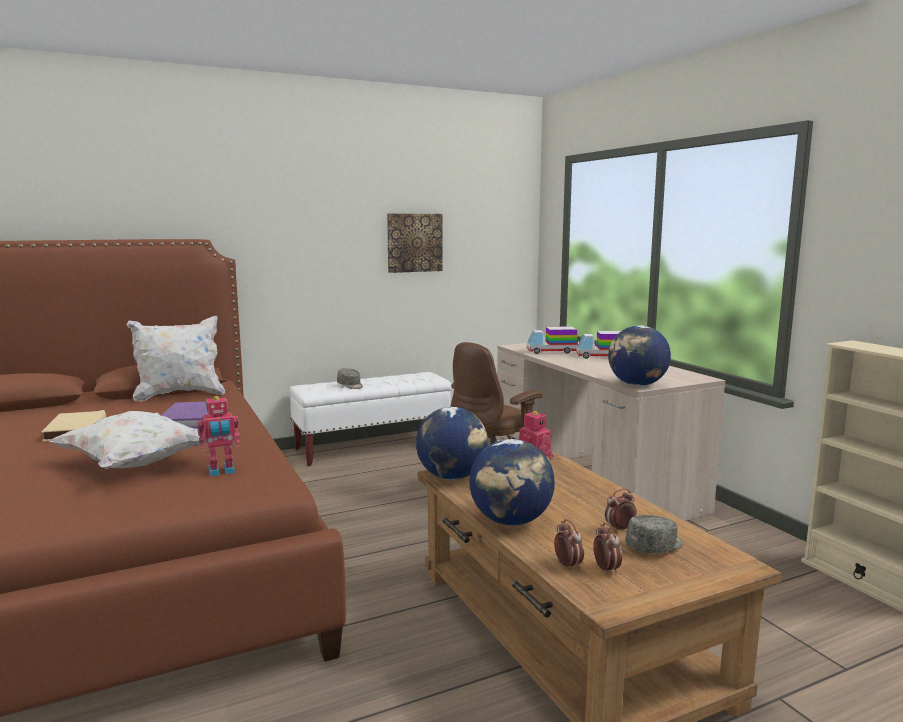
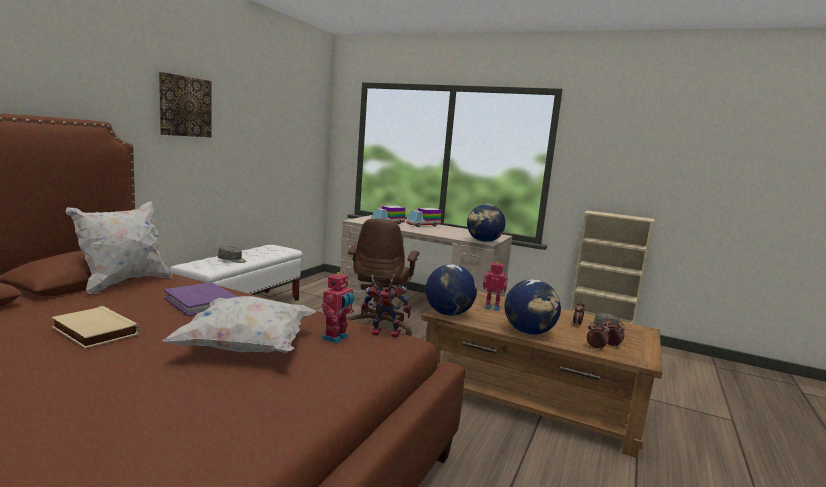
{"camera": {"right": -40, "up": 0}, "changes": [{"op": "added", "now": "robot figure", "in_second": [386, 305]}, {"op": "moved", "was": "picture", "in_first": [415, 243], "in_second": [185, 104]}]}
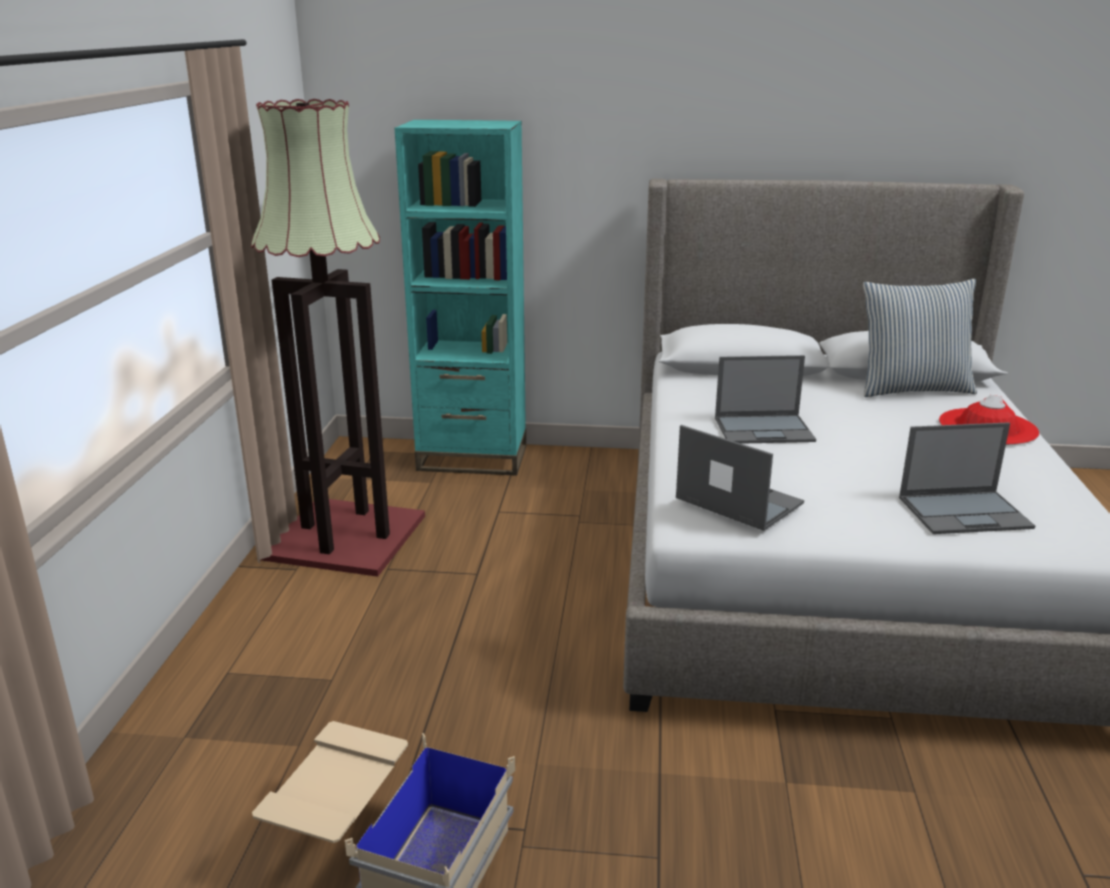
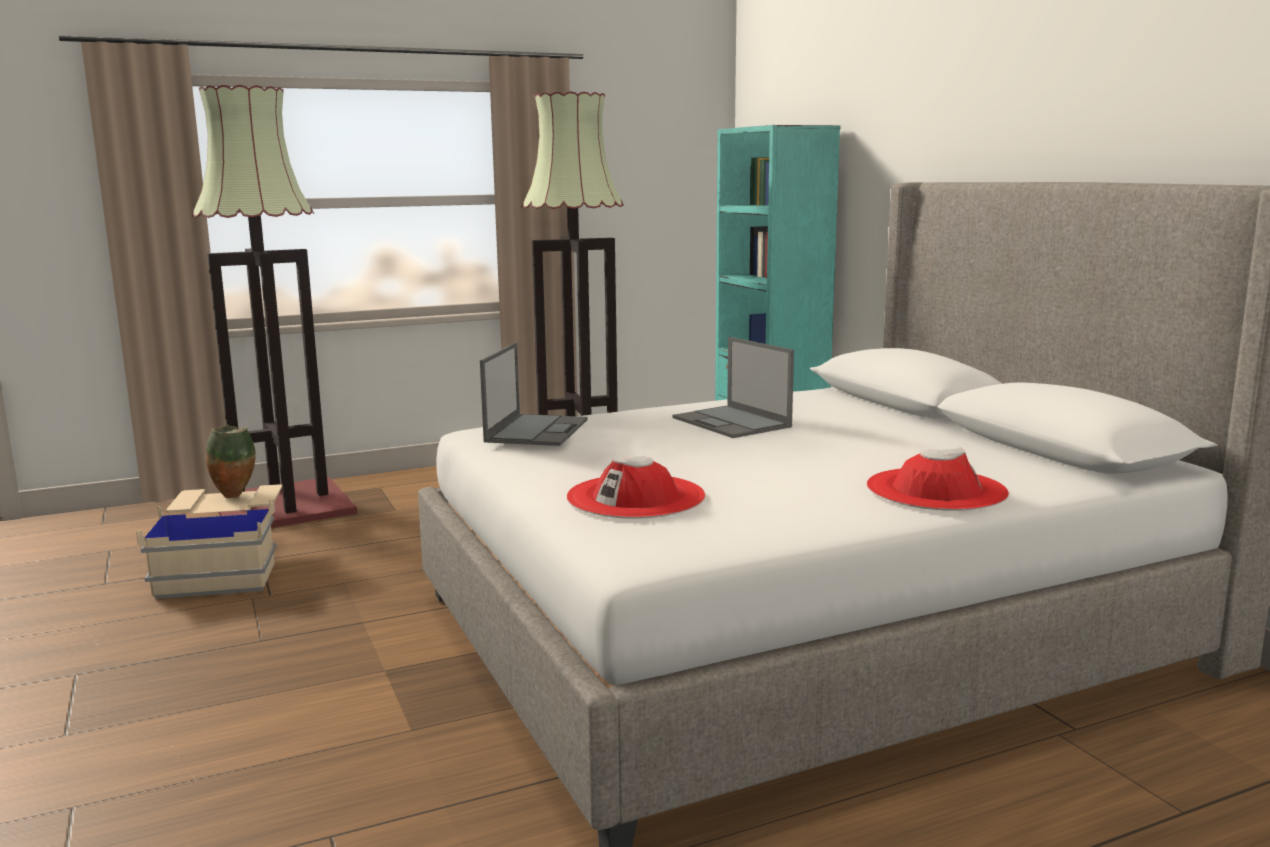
{"camera": {"right": 60, "up": -10}, "changes": [{"op": "removed", "was": "throw pillow", "in_first": [920, 338]}, {"op": "added", "now": "standing lamp", "in_second": [274, 306]}, {"op": "added", "now": "flower vase", "in_second": [230, 461]}, {"op": "replaced", "was": "notebook computer", "now": "clothing hat (reddish)", "in_first": [967, 478], "in_second": [636, 487]}]}
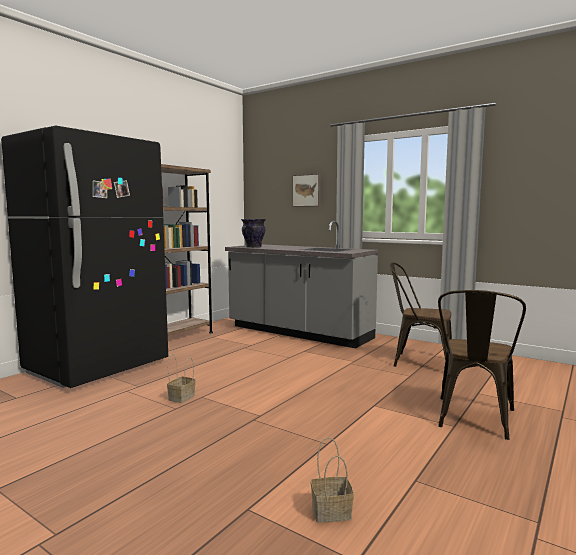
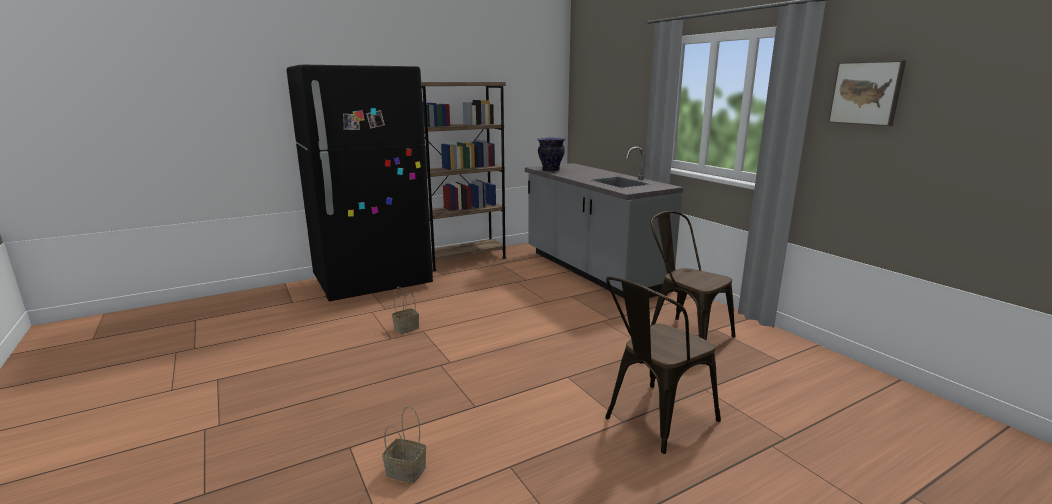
{"camera": {"right": 25, "up": 10}, "changes": [{"op": "moved", "was": "picture", "in_first": [306, 190], "in_second": [867, 93]}]}
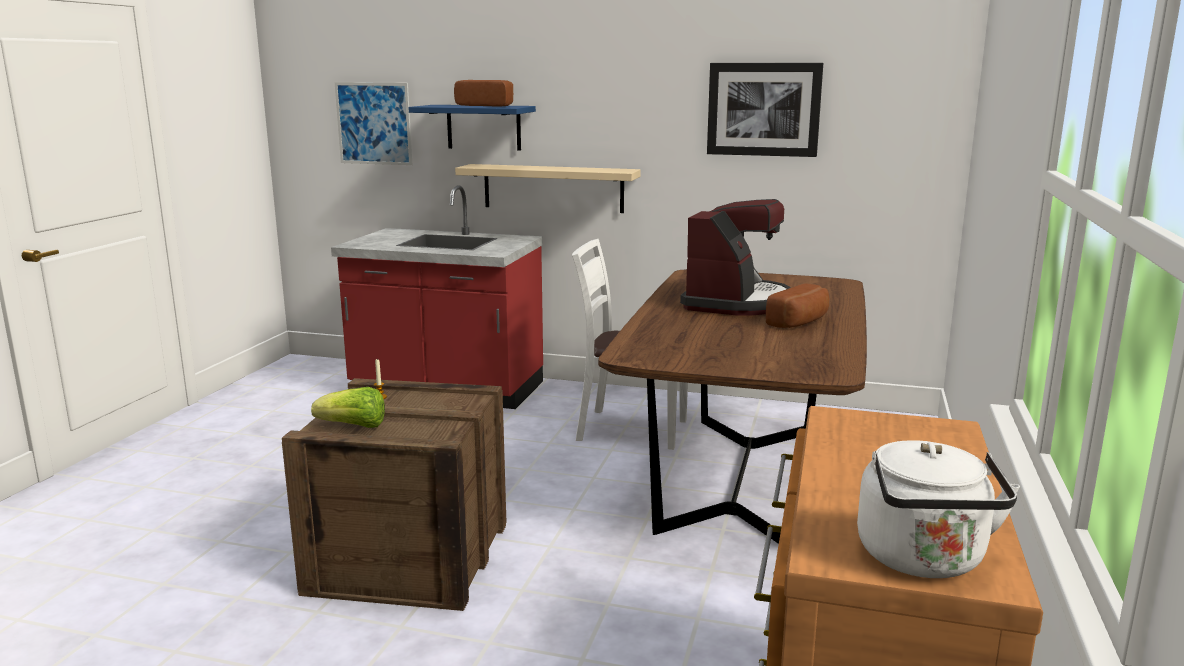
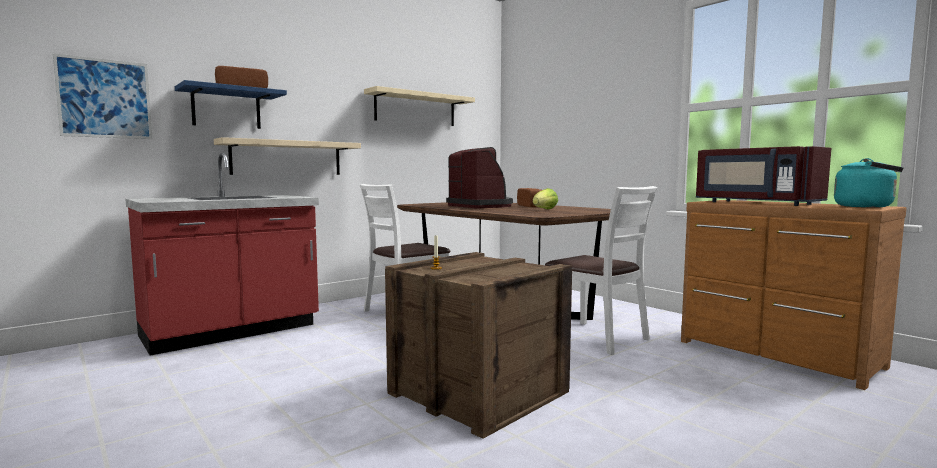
{"camera": {"right": -55, "up": -10}, "changes": [{"op": "added", "now": "plain chair (whitish)", "in_second": [601, 270]}, {"op": "added", "now": "microwave oven (reddish)", "in_second": [763, 176]}, {"op": "moved", "was": "head of lettuce", "in_first": [348, 407], "in_second": [545, 198]}, {"op": "replaced", "was": "picture", "now": "shelf (beige-coloured)", "in_first": [765, 110], "in_second": [419, 106]}, {"op": "recoloured", "was": "water kettle (whitish)", "now": "water kettle (turquoise)", "in_first": [938, 509], "in_second": [868, 183]}]}
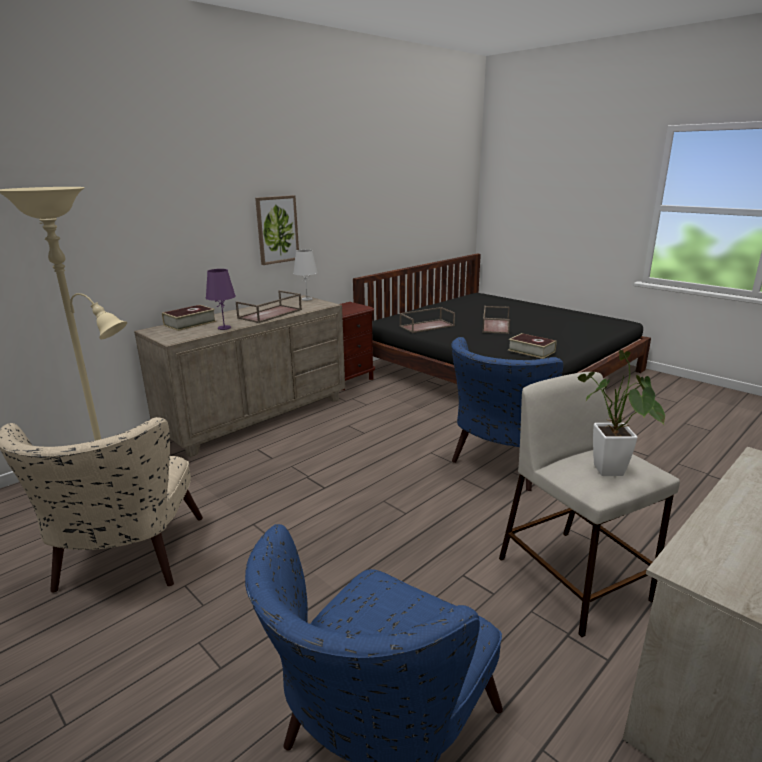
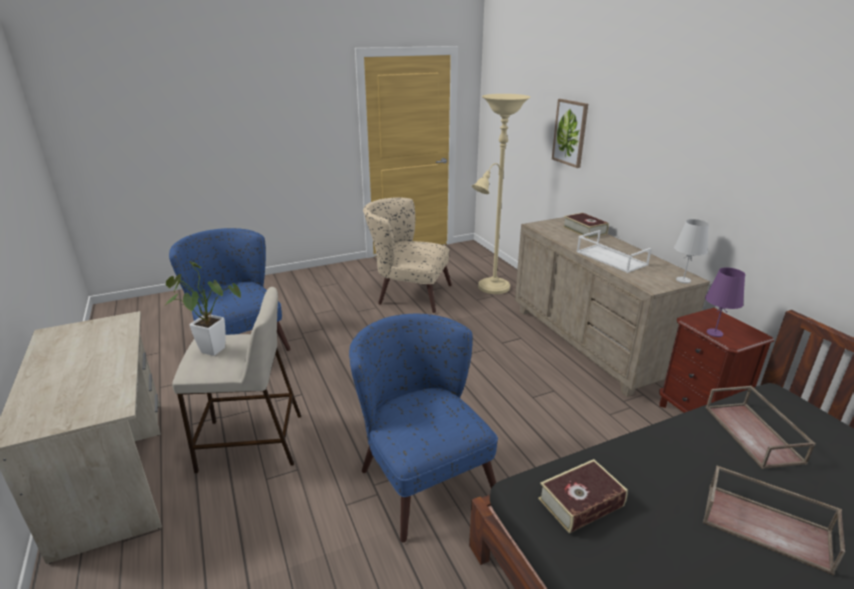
{"camera": {"right": 110, "up": 5}, "changes": [{"op": "moved", "was": "tabletop lamp (purple-coloured)", "in_first": [221, 299], "in_second": [725, 302]}, {"op": "moved", "was": "picture", "in_first": [277, 230], "in_second": [570, 133]}, {"op": "recoloured", "was": "serving tray (brownish)", "now": "serving tray (whitish)", "in_first": [269, 306], "in_second": [614, 251]}]}
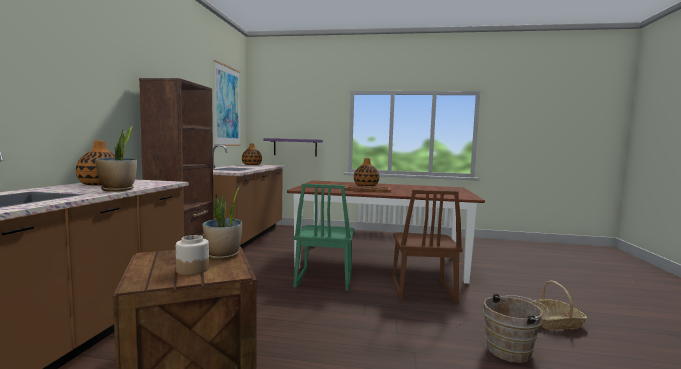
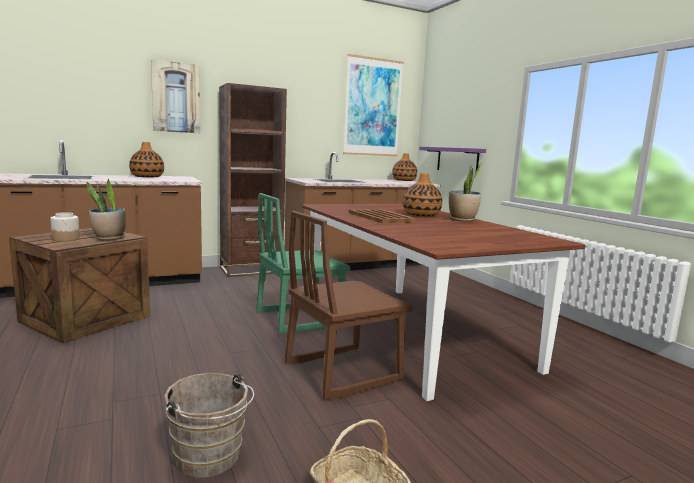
{"camera": {"right": 55, "up": 5}, "changes": [{"op": "added", "now": "picture", "in_second": [175, 96]}, {"op": "moved", "was": "houseplant", "in_first": [116, 159], "in_second": [466, 192]}]}
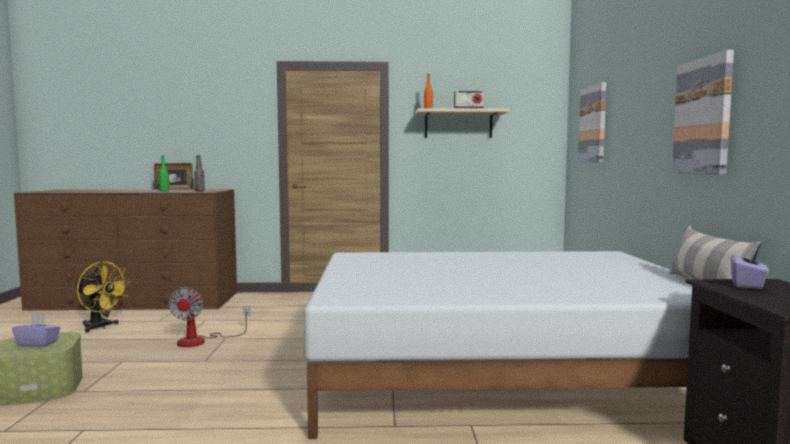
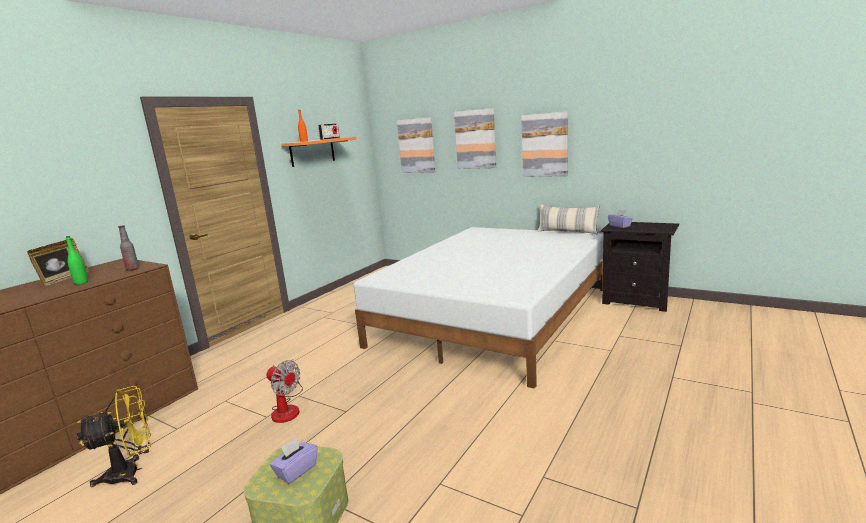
{"camera": {"right": -55, "up": 10}, "changes": [{"op": "added", "now": "picture", "in_second": [475, 138]}, {"op": "recoloured", "was": "shelf (beige-coloured)", "now": "shelf (orangey)", "in_first": [462, 123], "in_second": [319, 152]}]}
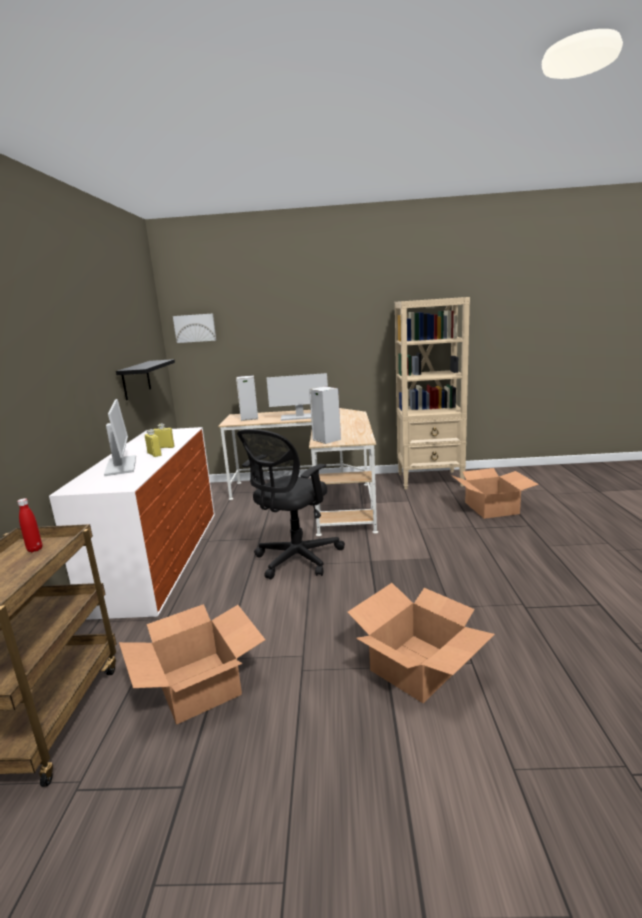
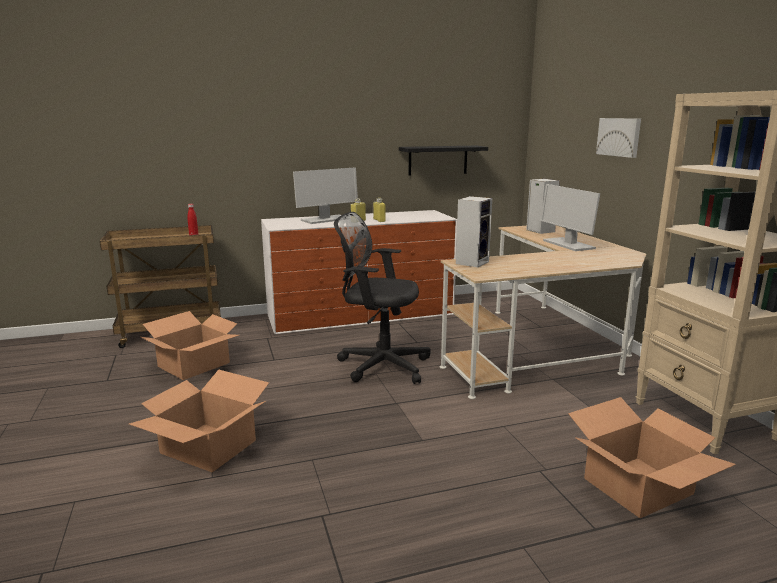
{"camera": {"right": 70, "up": 0}, "changes": [{"op": "moved", "was": "picture", "in_first": [194, 328], "in_second": [618, 138]}]}
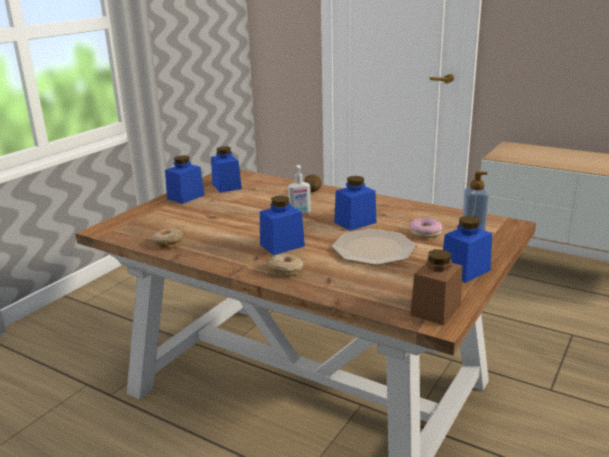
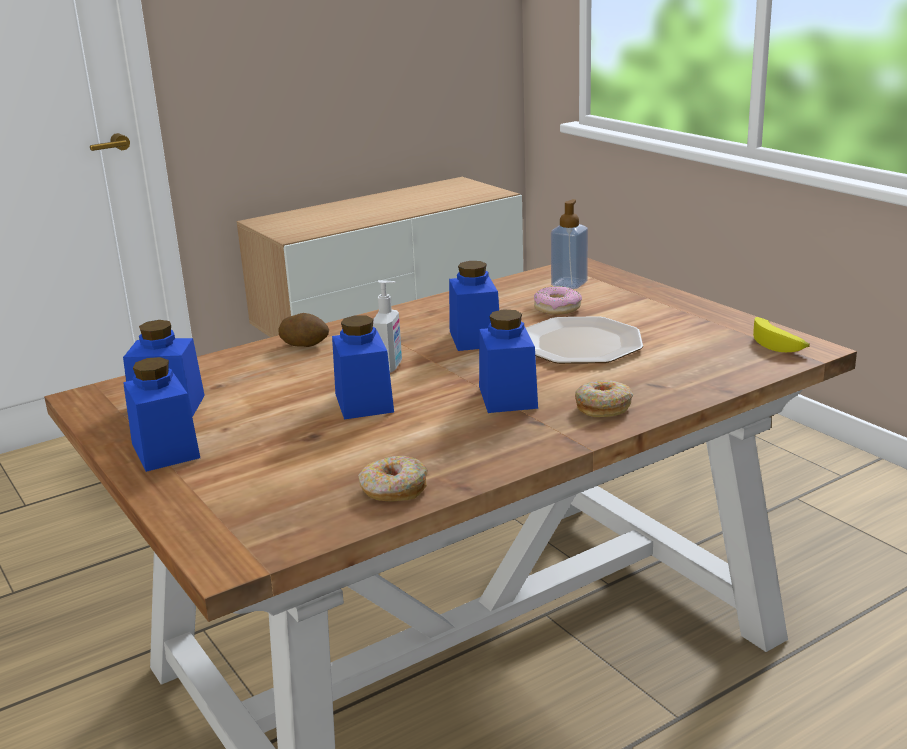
{"camera": {"right": -65, "up": 0}, "changes": [{"op": "moved", "was": "preserve jar (blue-coloured)", "in_first": [467, 249], "in_second": [363, 367]}, {"op": "replaced", "was": "preserve jar (brownish)", "now": "banana", "in_first": [436, 287], "in_second": [781, 334]}]}
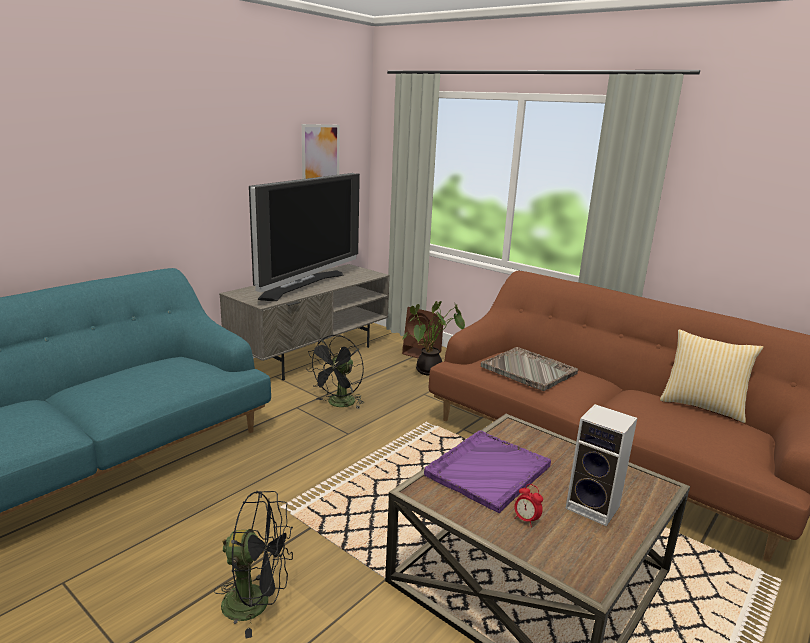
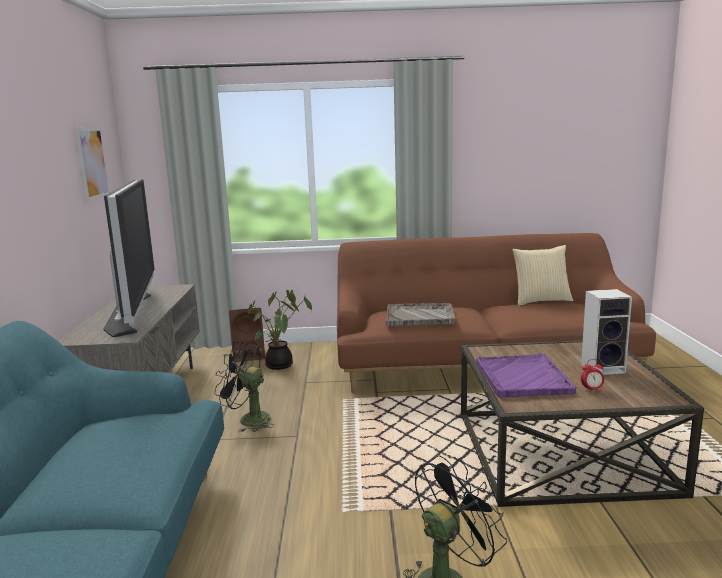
{"camera": {"right": -40, "up": -5}, "changes": [{"op": "turned", "was": "fan (black)", "in_first": [335, 372], "in_second": [245, 386], "clockwise": 120}]}
